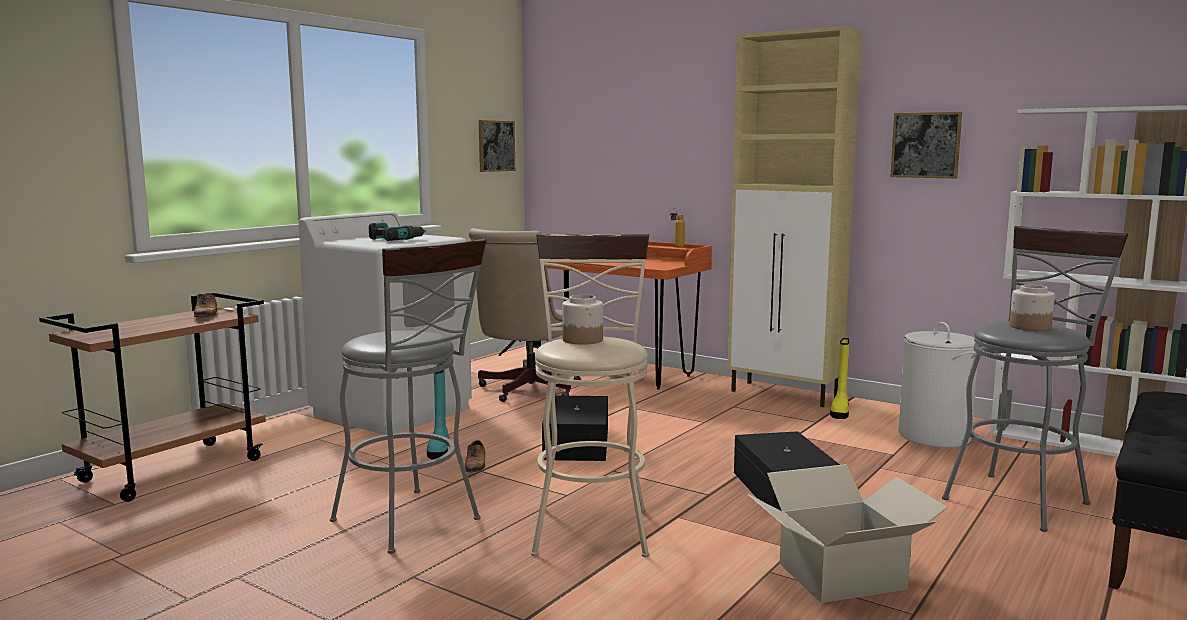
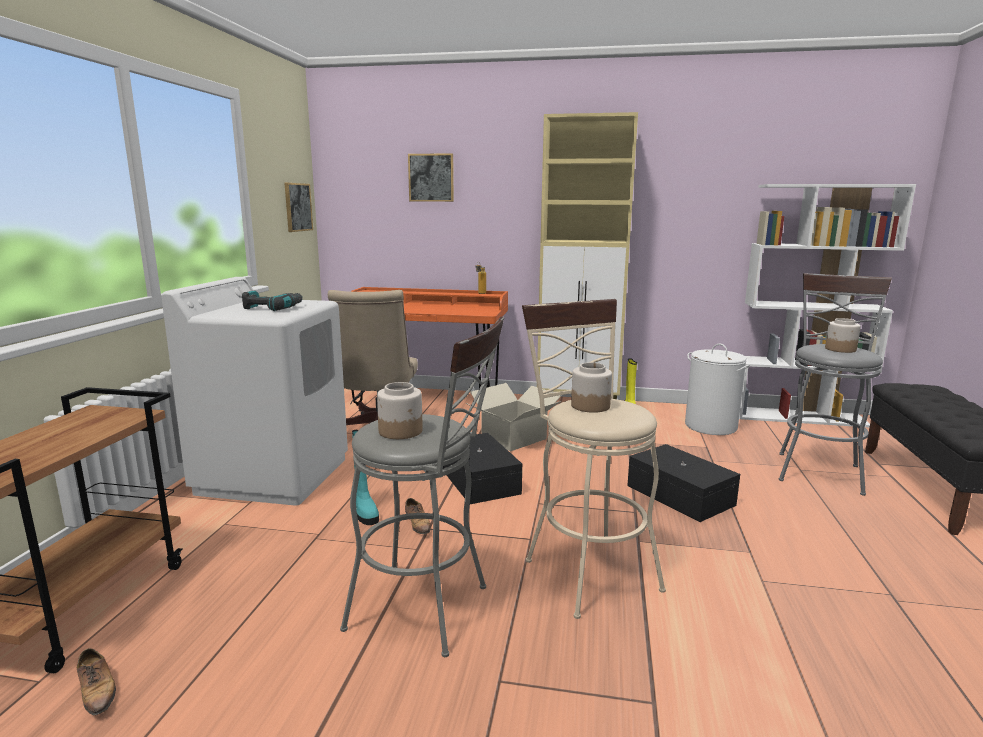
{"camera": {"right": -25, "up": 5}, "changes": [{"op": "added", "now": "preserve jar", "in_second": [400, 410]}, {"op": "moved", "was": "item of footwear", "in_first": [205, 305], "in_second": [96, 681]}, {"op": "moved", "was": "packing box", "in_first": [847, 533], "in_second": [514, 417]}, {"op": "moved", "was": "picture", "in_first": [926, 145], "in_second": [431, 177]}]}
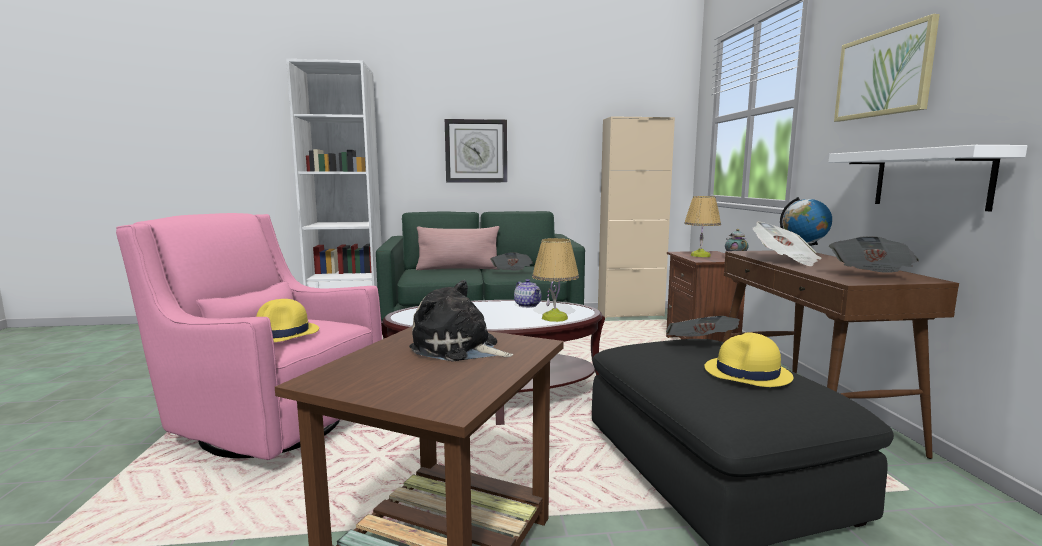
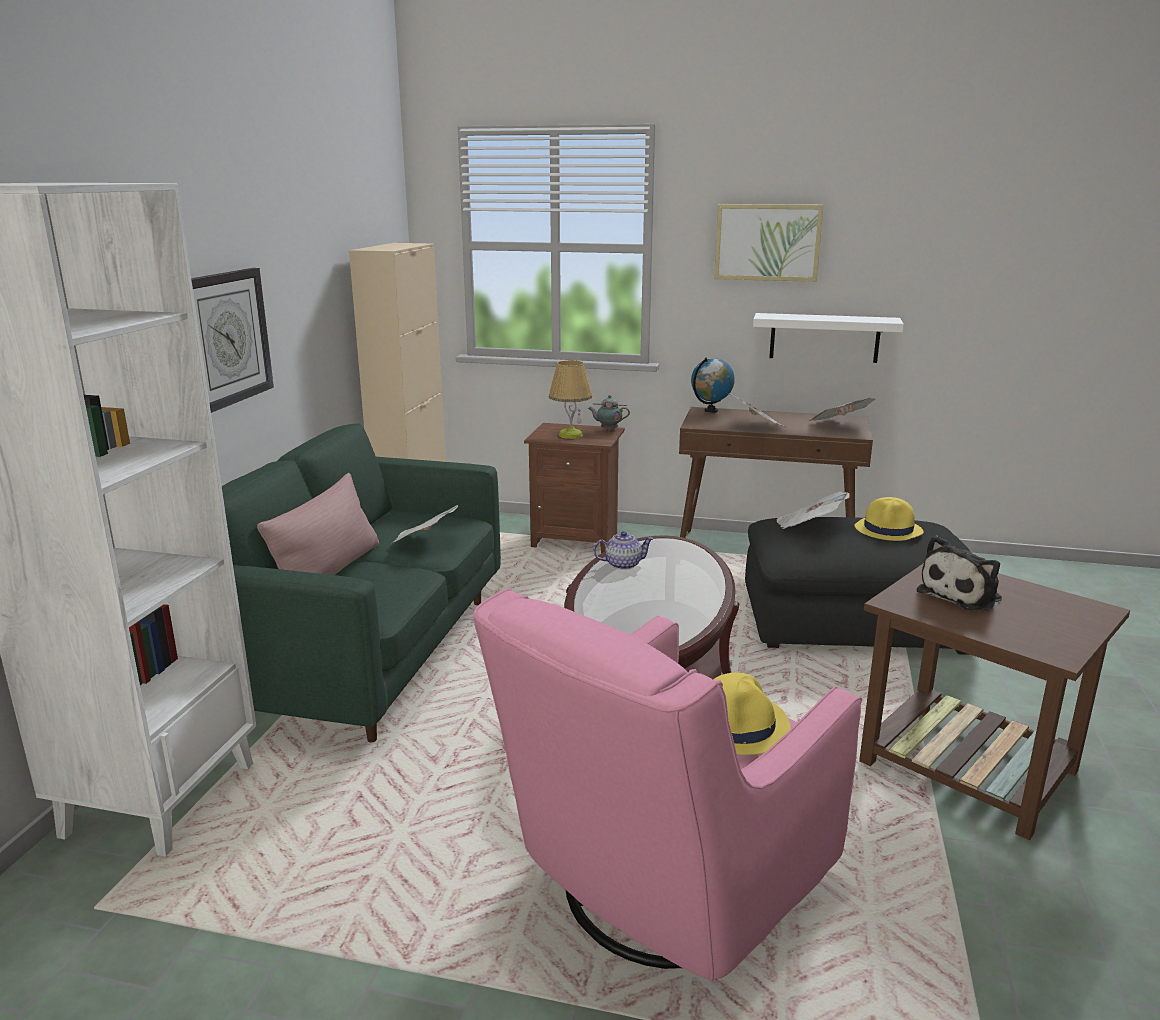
{"camera": {"right": -70, "up": 10}, "changes": [{"op": "removed", "was": "tabletop lamp", "in_first": [555, 280]}]}
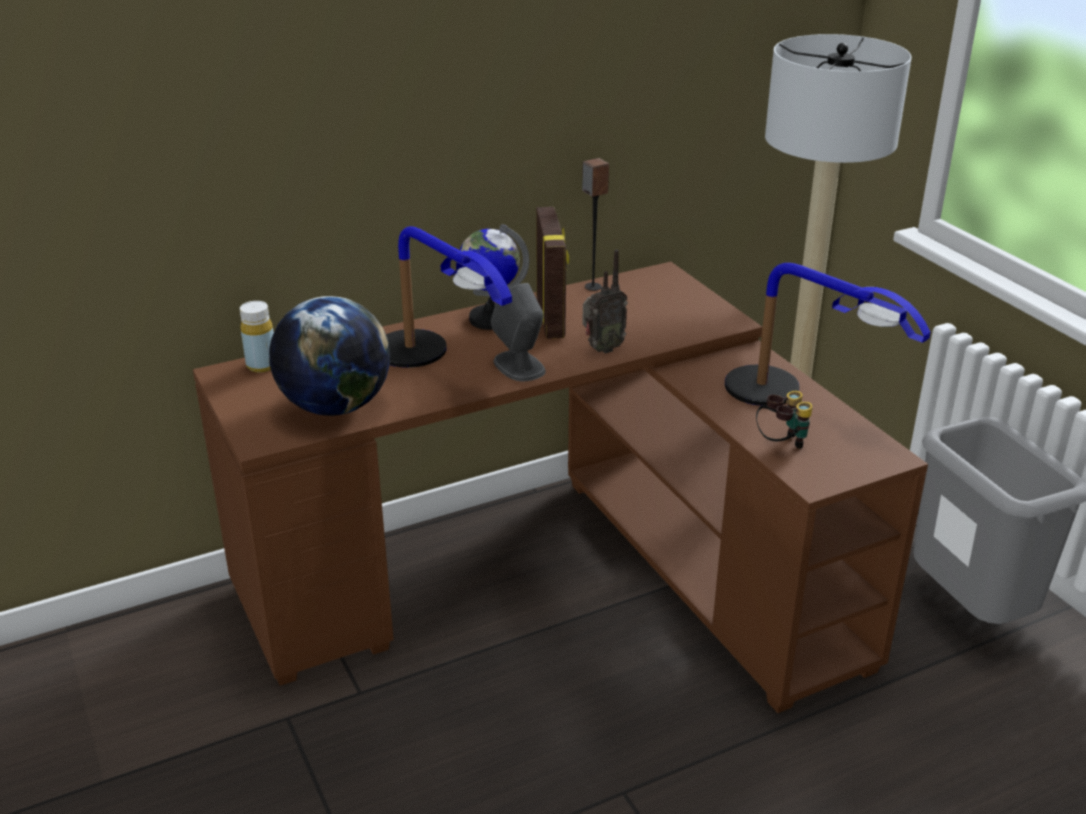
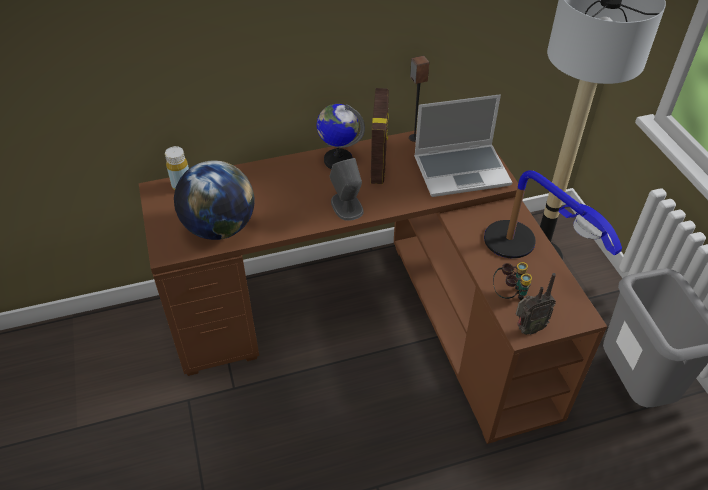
{"camera": {"right": 10, "up": 15}, "changes": [{"op": "removed", "was": "tabletop lamp", "in_first": [449, 297]}, {"op": "added", "now": "notebook computer", "in_second": [463, 145]}, {"op": "moved", "was": "radio set", "in_first": [605, 301], "in_second": [536, 304]}]}
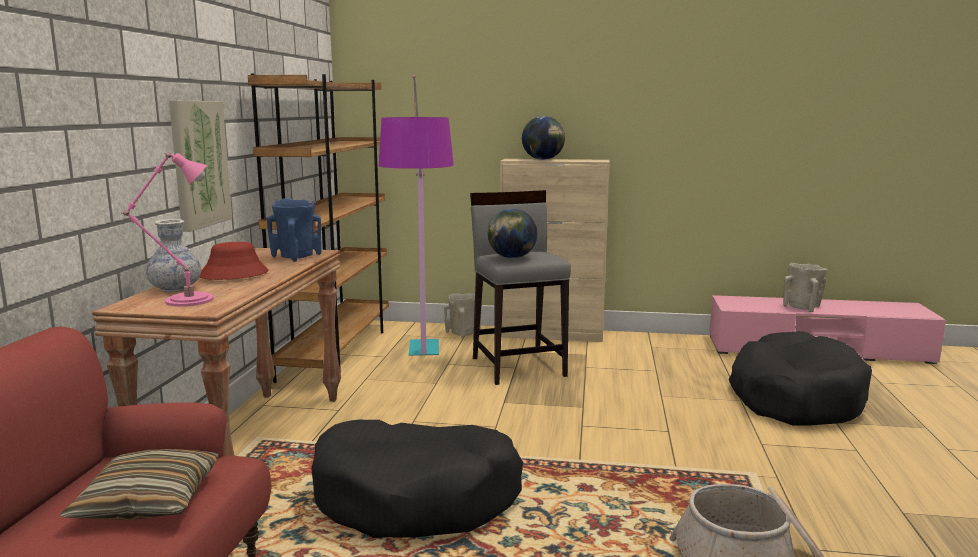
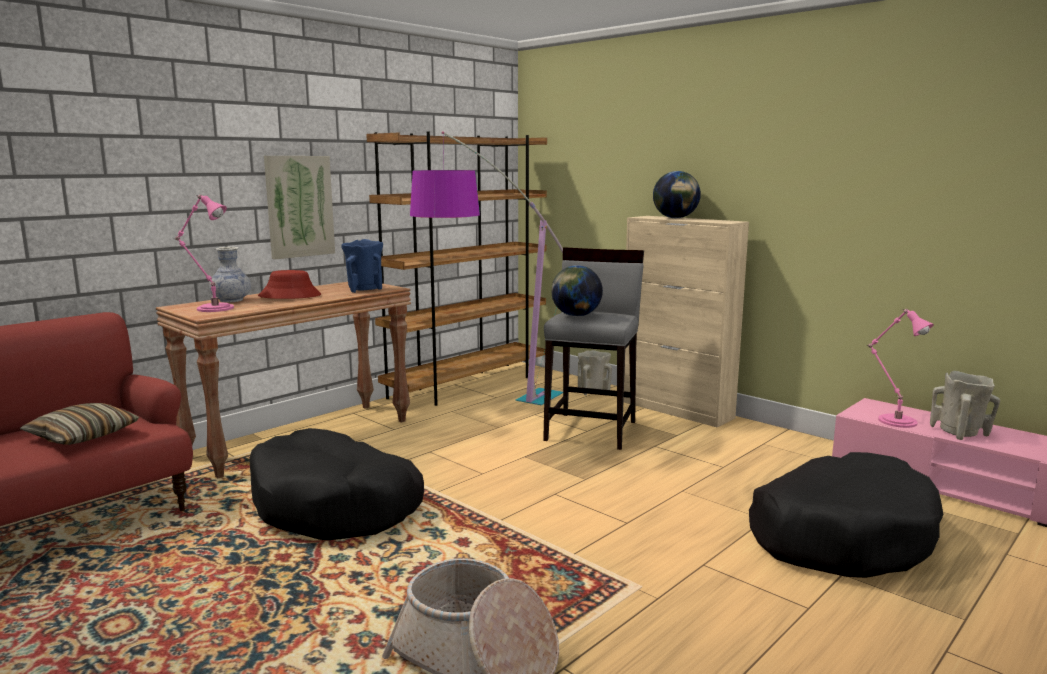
{"camera": {"right": 35, "up": 0}, "changes": [{"op": "added", "now": "tabletop lamp (pink)", "in_second": [900, 368]}]}
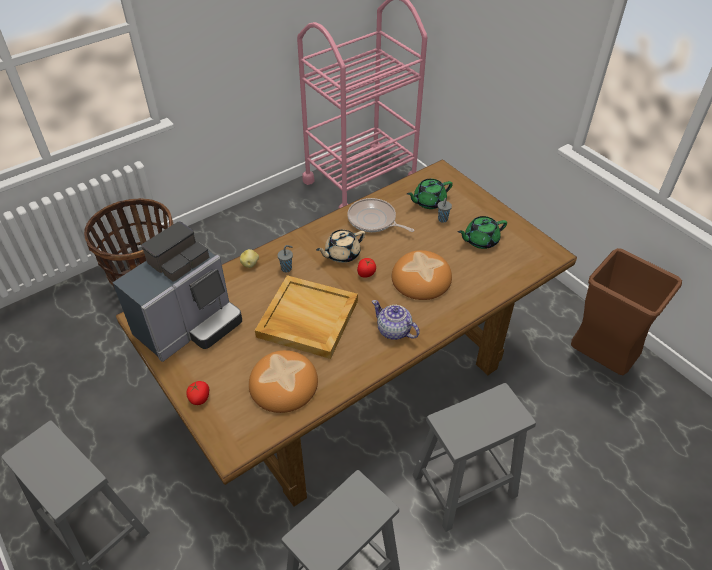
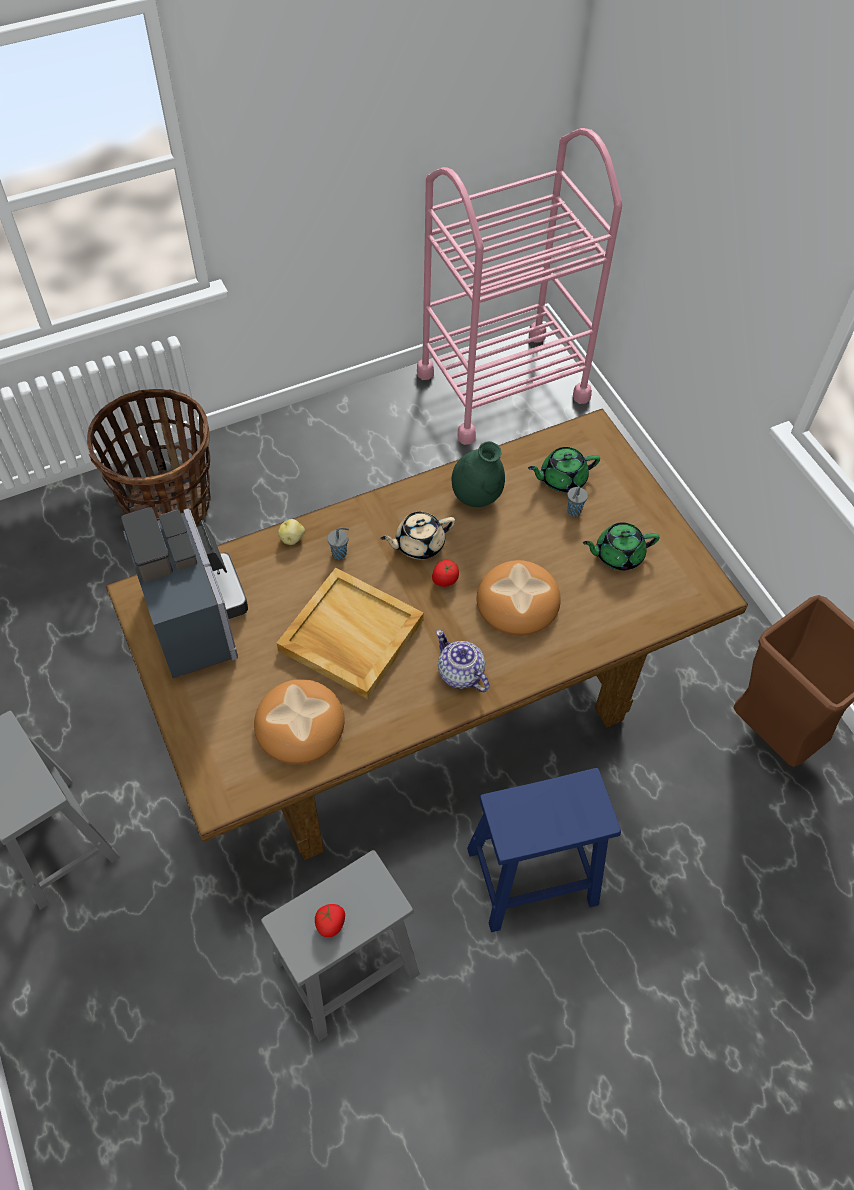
{"camera": {"right": 10, "up": 10}, "changes": [{"op": "moved", "was": "tomato", "in_first": [197, 393], "in_second": [330, 920]}, {"op": "replaced", "was": "pan", "now": "flower vase (greenish)", "in_first": [380, 215], "in_second": [478, 474]}, {"op": "recoloured", "was": "stool (grey)", "now": "stool (blue-coloured)", "in_first": [474, 457], "in_second": [544, 850]}, {"op": "turned", "was": "coffee machine", "in_first": [177, 291], "in_second": [184, 592], "clockwise": -75}]}
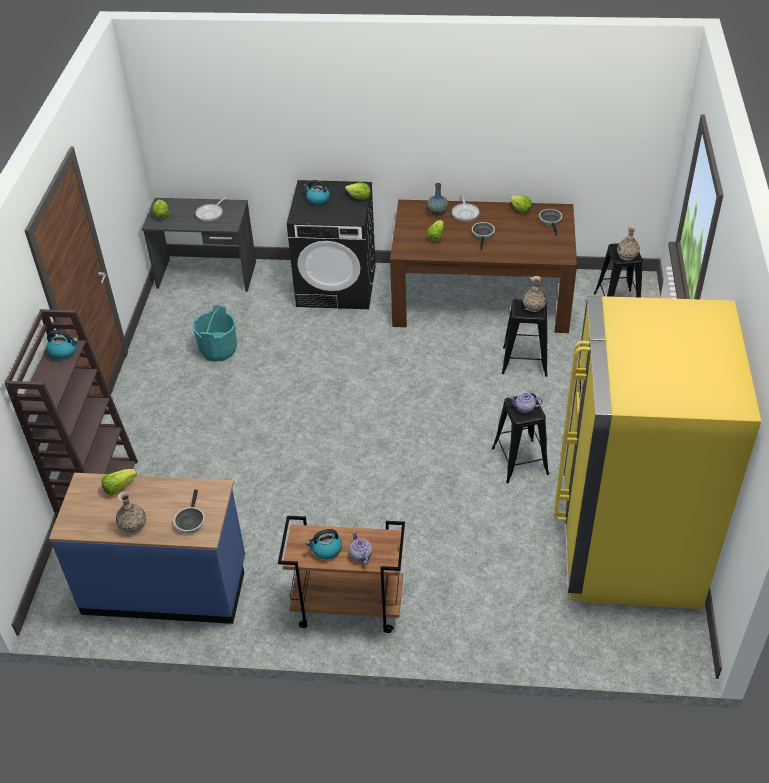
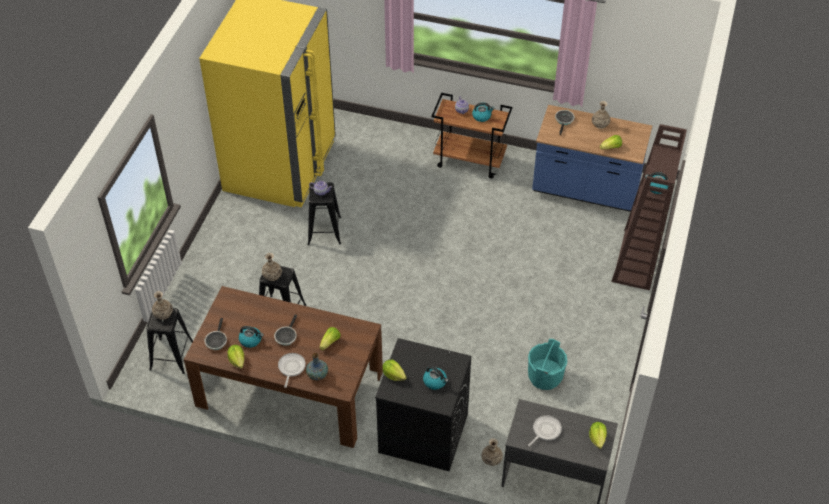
{"camera": {"right": -170, "up": 5}, "changes": [{"op": "added", "now": "water kettle", "in_second": [251, 337]}, {"op": "added", "now": "flower vase", "in_second": [492, 452]}]}
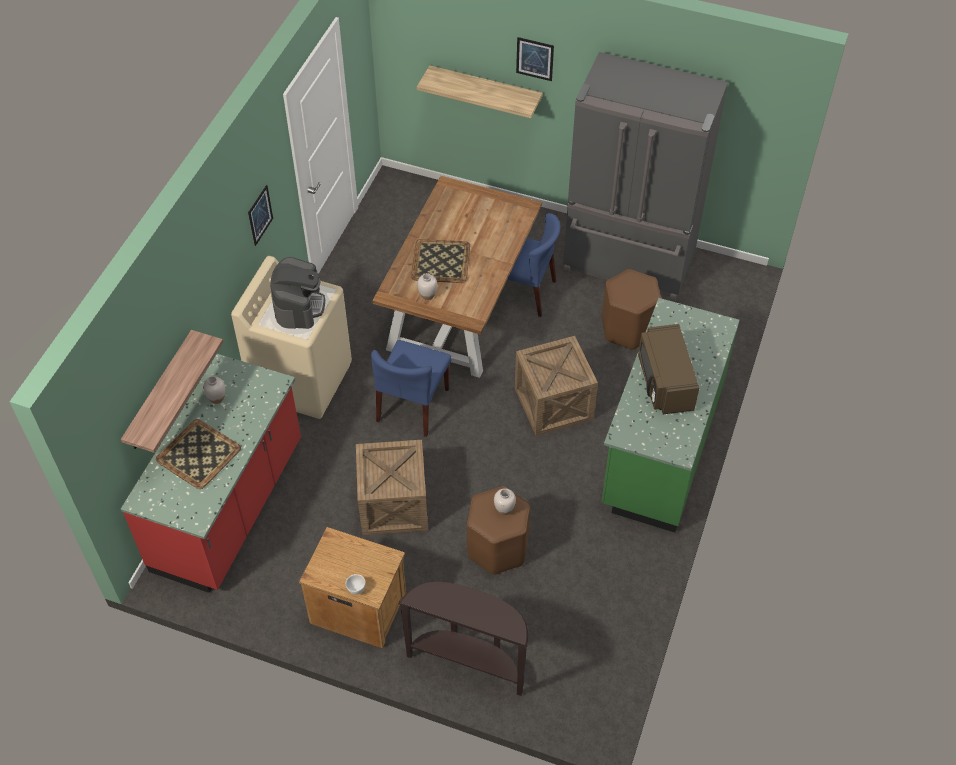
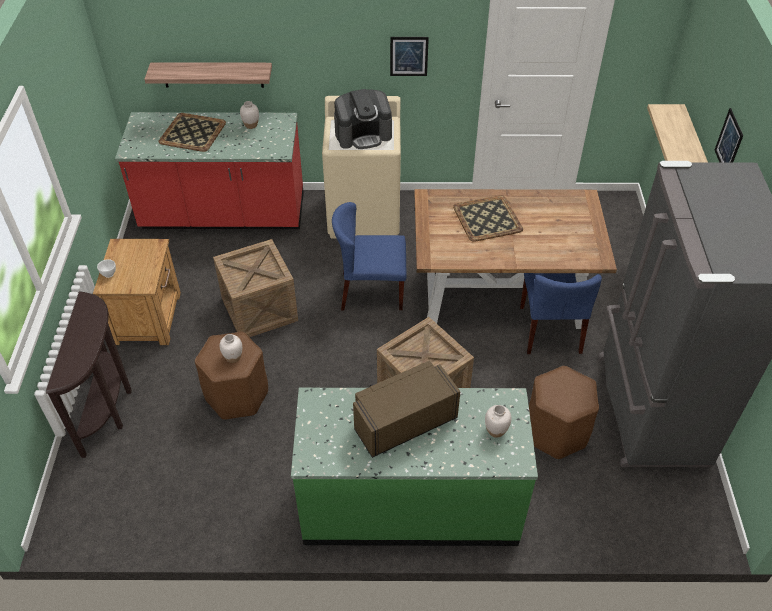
{"camera": {"right": 70, "up": -5}, "changes": [{"op": "moved", "was": "flower vase (whitish)", "in_first": [427, 286], "in_second": [498, 421]}]}
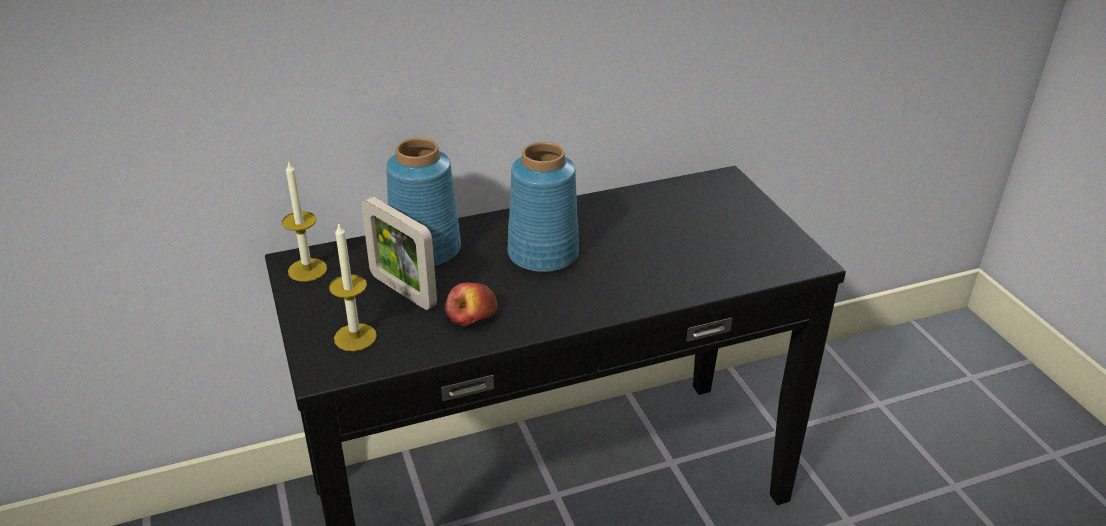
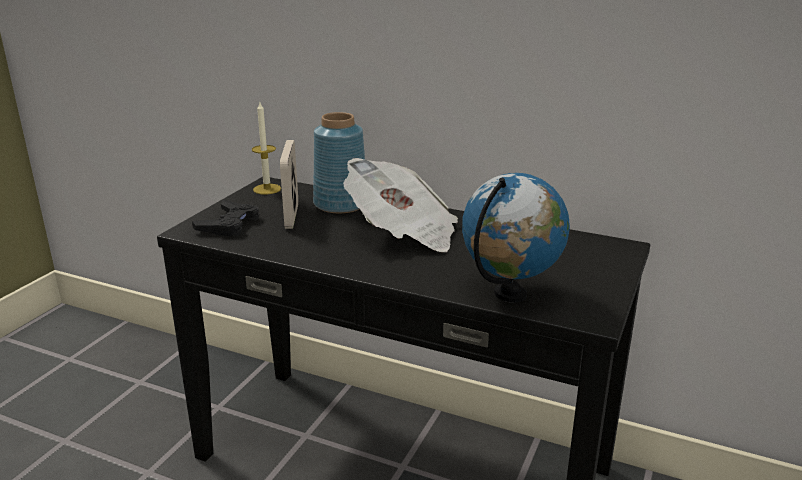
{"camera": {"right": 45, "up": -10}, "changes": [{"op": "removed", "was": "whole apple", "in_first": [471, 304]}, {"op": "added", "now": "desk globe", "in_second": [516, 238]}, {"op": "replaced", "was": "wax light", "now": "gamepad (black)", "in_first": [353, 287], "in_second": [225, 218]}, {"op": "replaced", "was": "flower vase (blue-coloured)", "now": "newspaper", "in_first": [543, 207], "in_second": [400, 205]}]}
